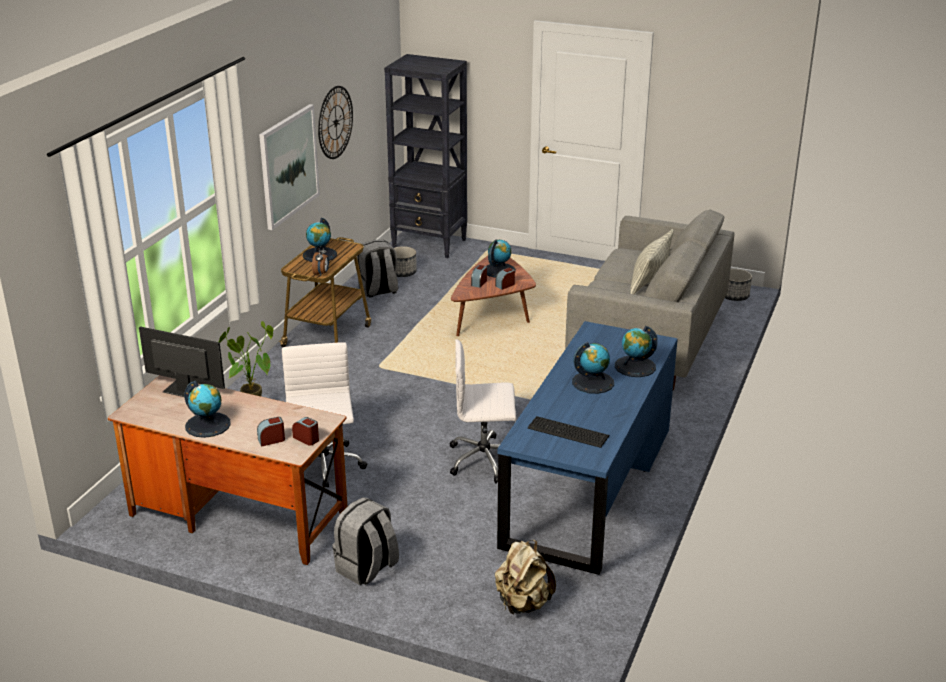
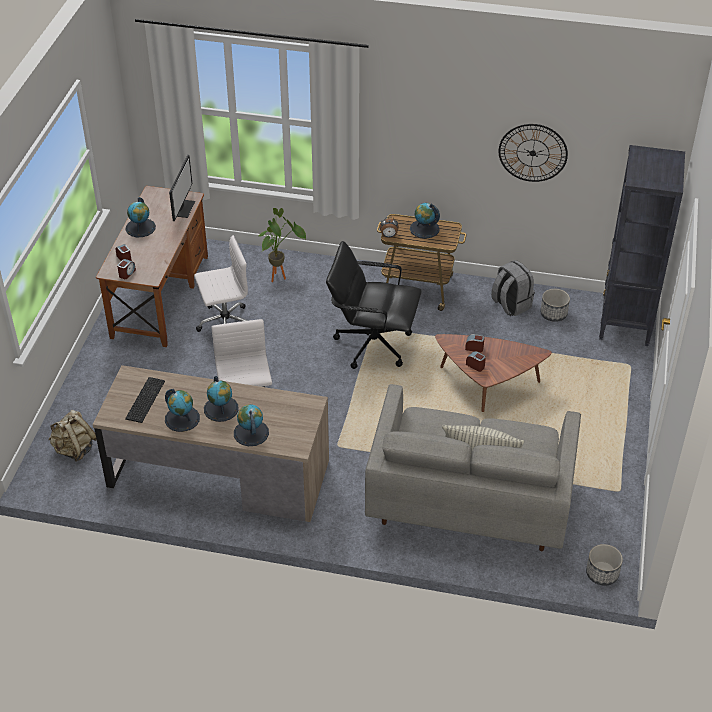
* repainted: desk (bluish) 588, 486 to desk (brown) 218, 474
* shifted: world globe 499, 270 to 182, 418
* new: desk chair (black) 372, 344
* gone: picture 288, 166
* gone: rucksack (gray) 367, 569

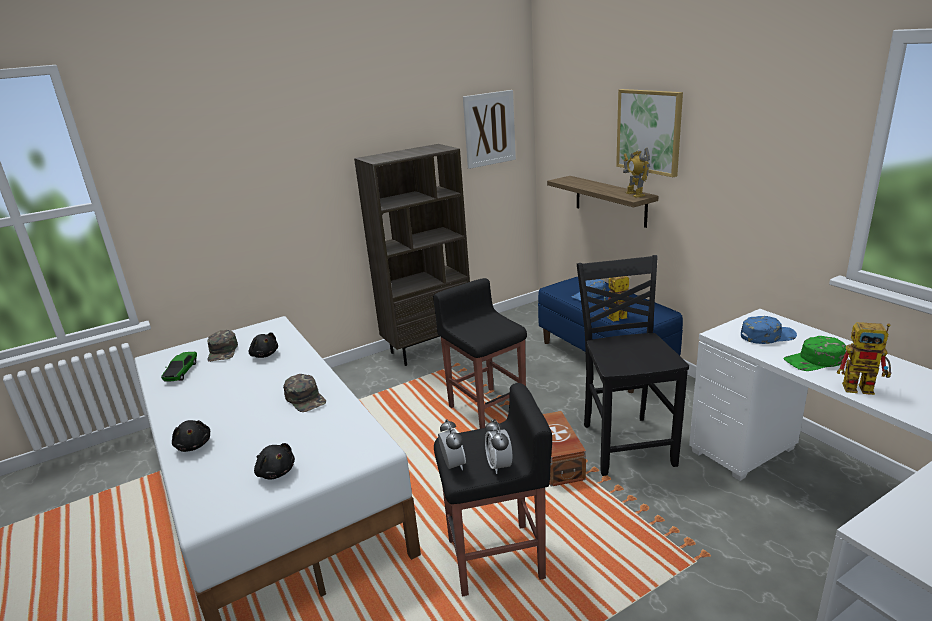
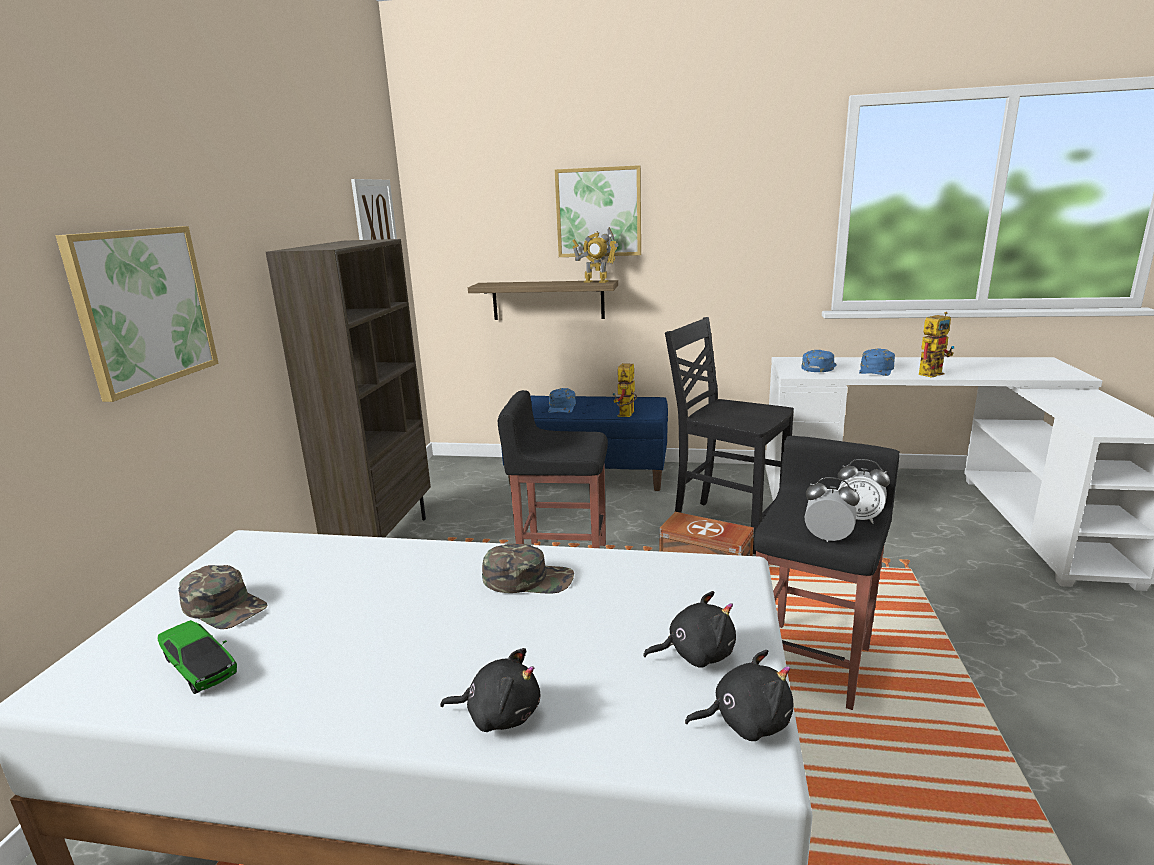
* new: picture 143, 308
* shifted: soft toy (black) 264, 354 to 745, 722
* repainted: peaked cap (greenish) 814, 360 to peaked cap (bluish) 876, 370

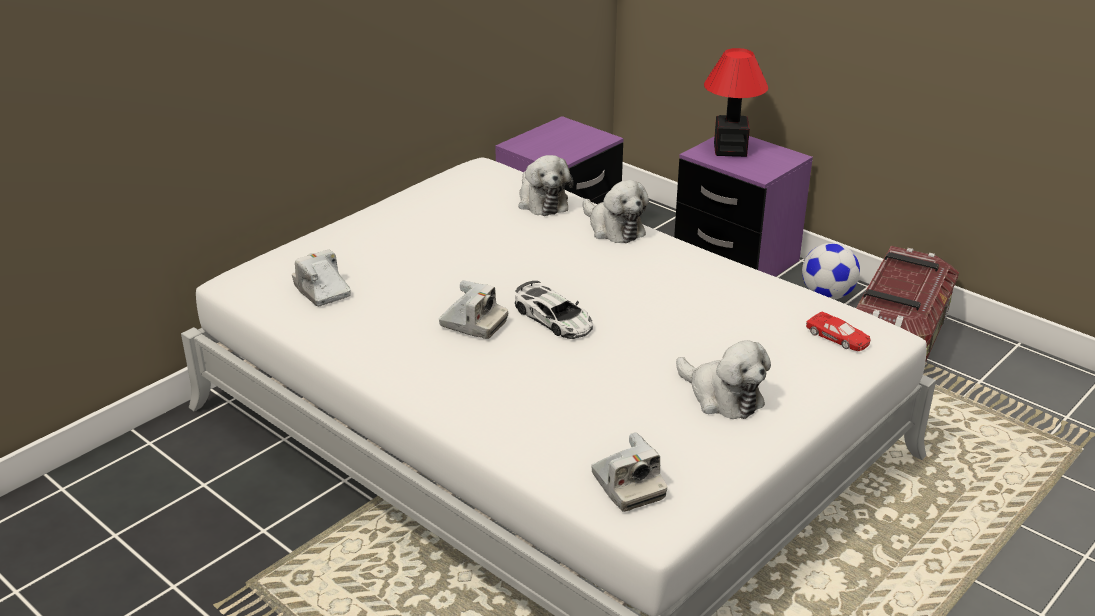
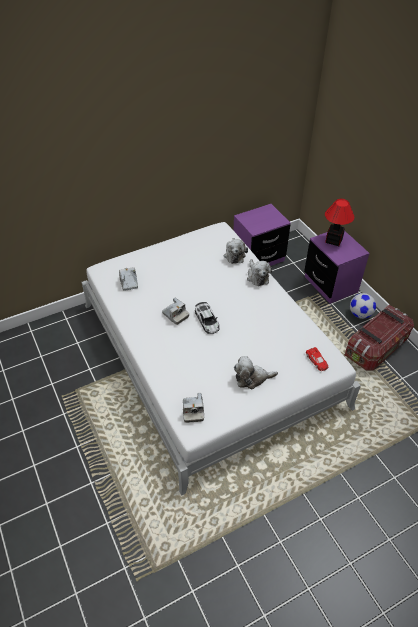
* rotated: soft toy 722, 396 = 252, 378 105 degrees clockwise

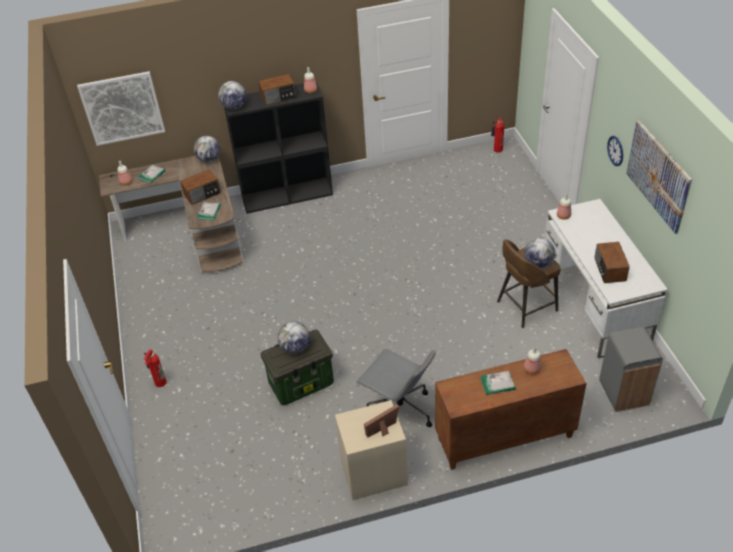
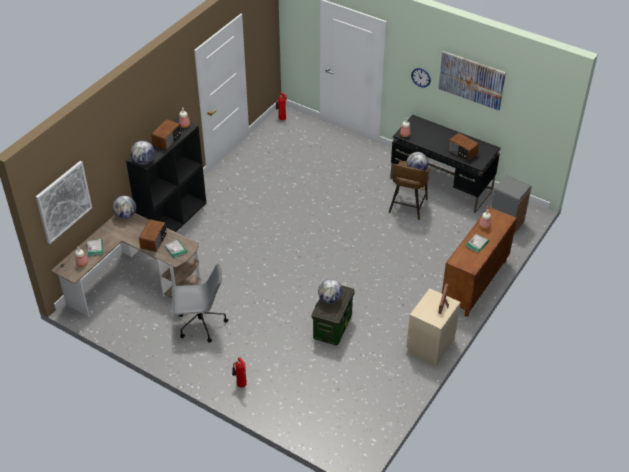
* shifted: desk chair (gray) 399, 411 to 200, 324
* repainted: desk (white) 594, 304 to desk (black) 441, 184

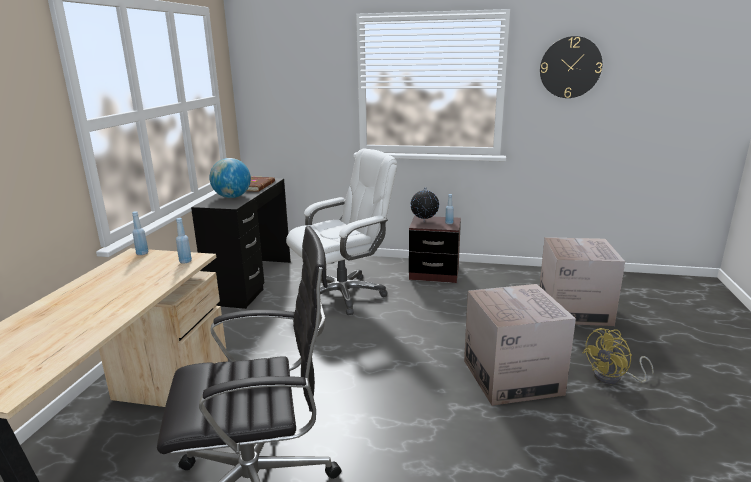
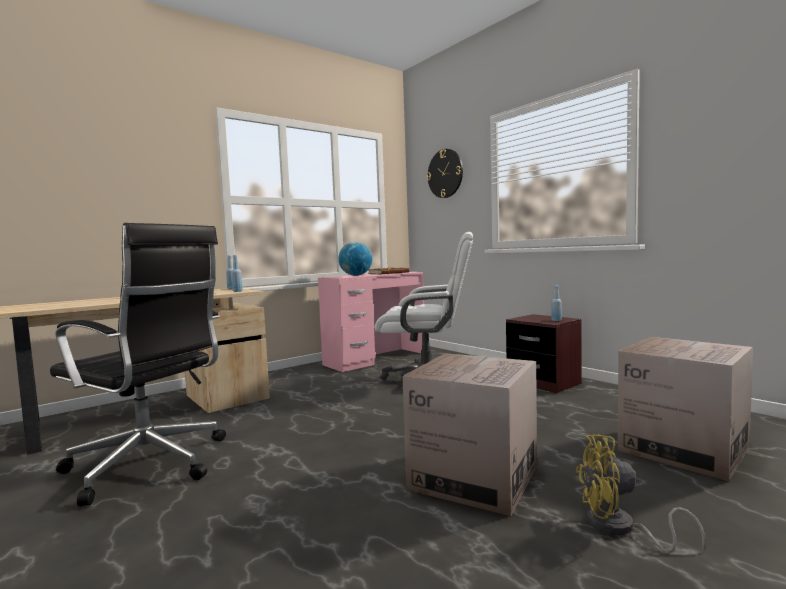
* repainted: desk (black) 251, 281 to desk (pink-coloured) 375, 359
* shifted: wall clock 570, 67 to 445, 173
* gone: world globe 424, 222

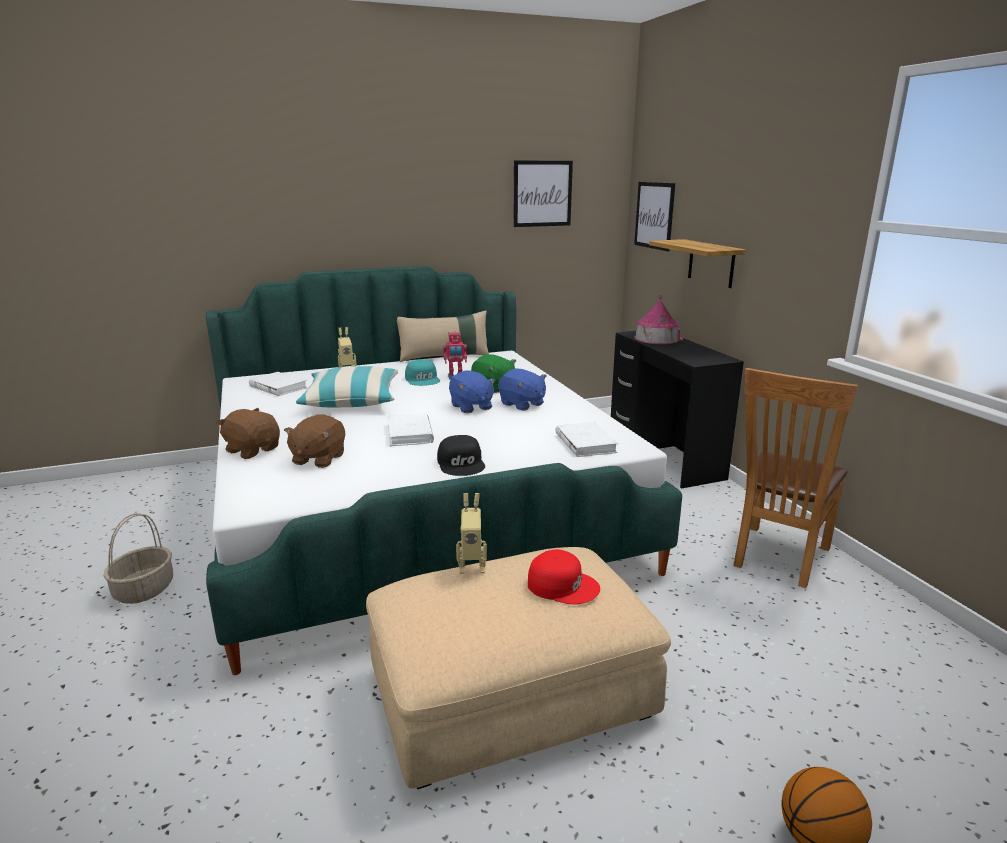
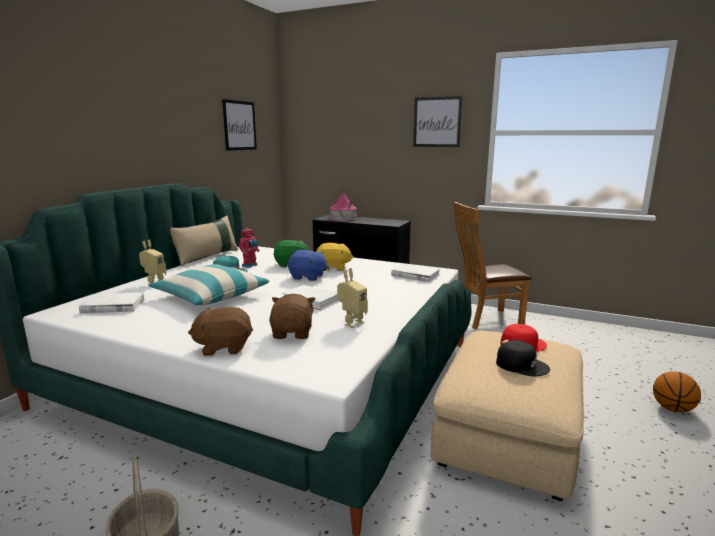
* rotated: soft toy (brown) 318, 459 = 293, 333 150 degrees counterclockwise
* repainted: soft toy (bluish) 522, 404 to soft toy (yellow-coloured) 333, 268
* shifted: toy robot 472, 566 to 351, 323
* shifted: picture 654, 215 to 437, 122
* rotated: chair (brown) 777, 558 = 485, 319 90 degrees clockwise
* shifted: peaked cap (black) 462, 463 to 521, 365
* gone: wall shelf 711, 263

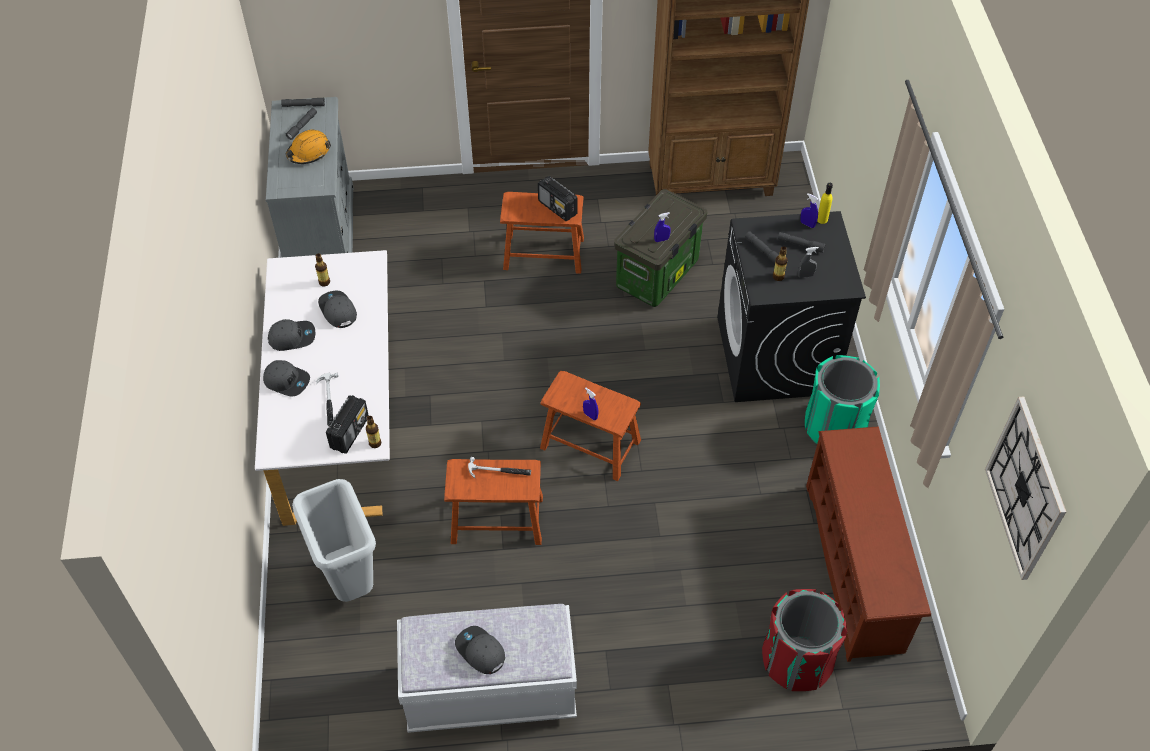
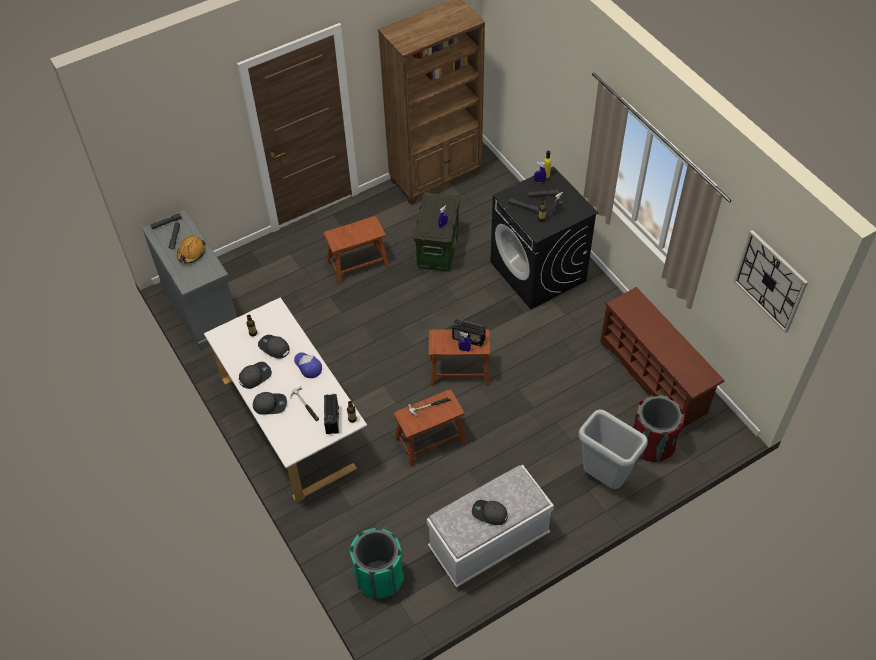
* new: peaked cap 308, 366
* shifted: waste bin (greenish) 834, 427 to 379, 577
* shifted: radio 558, 208 to 469, 338
* shifted: waste bin (gray) 349, 582 to 603, 478

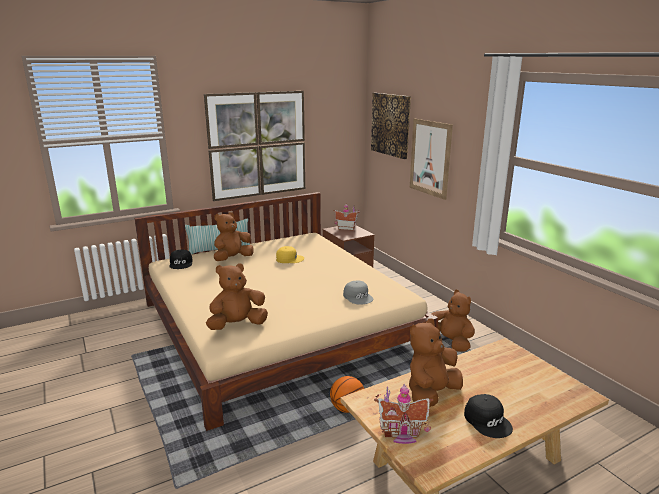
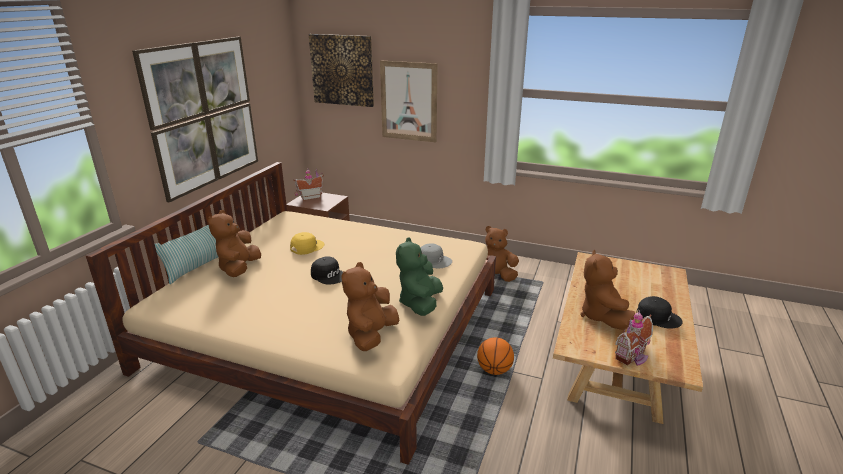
* shifted: peaked cap (black) 181, 263 to 329, 275
* new: soft toy (greenish) 420, 303

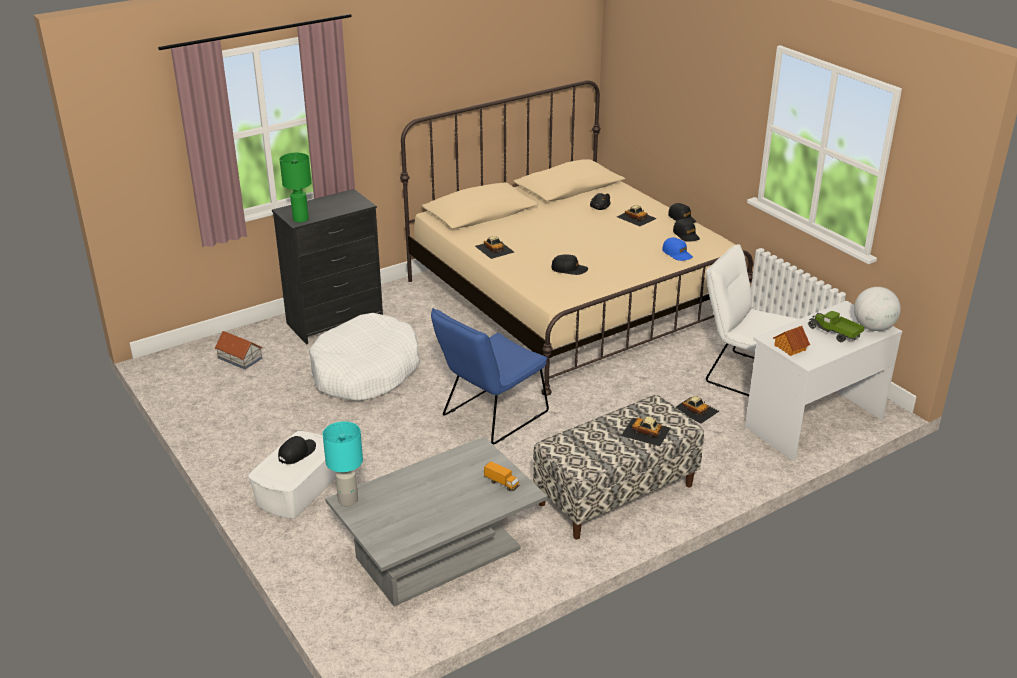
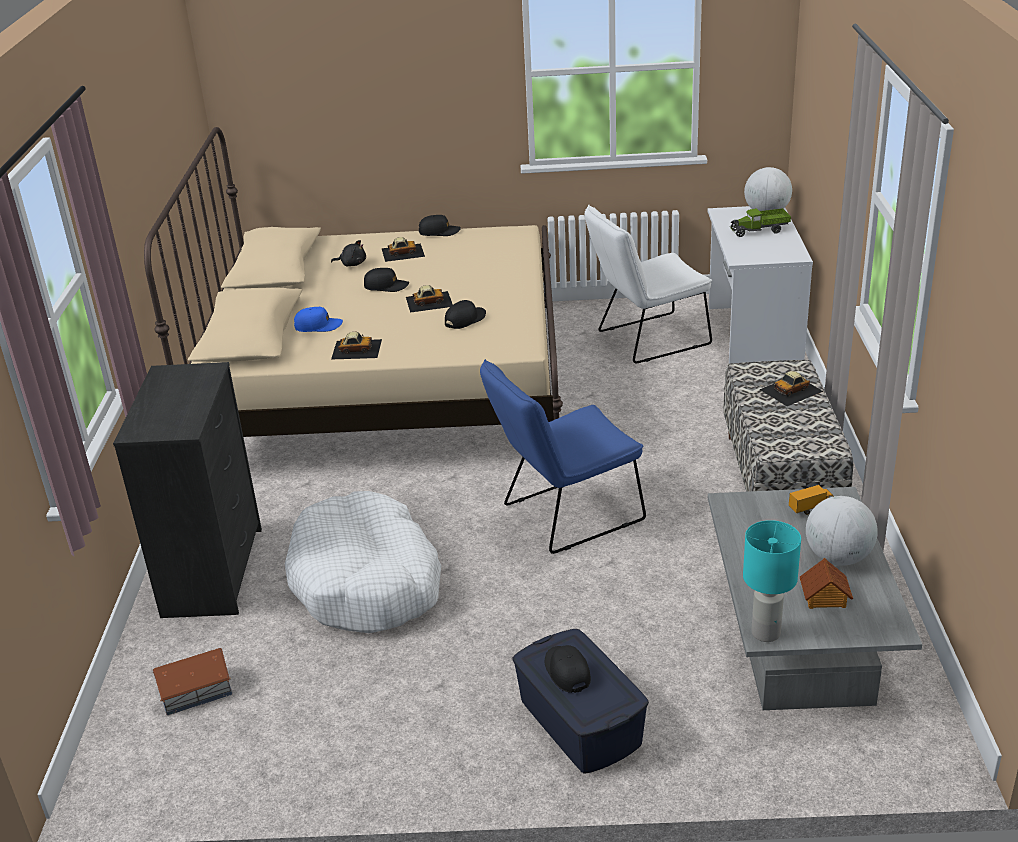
* shifted: peaked cap (bluish) 677, 254 to 318, 326
* shifted: peaked cap (black) 686, 235 to 386, 286
* shifted: toy car 695, 409 to 429, 301
* rotated: chair (bluish) 490, 416 = 565, 515 75 degrees clockwise
* repainted: storage bin (white) 297, 490 to storage bin (bluish) 579, 722
* shifted: miniature house 789, 348 to 824, 597
* new: world globe 838, 558
* gone: lamp for a table (greenish) 300, 219

